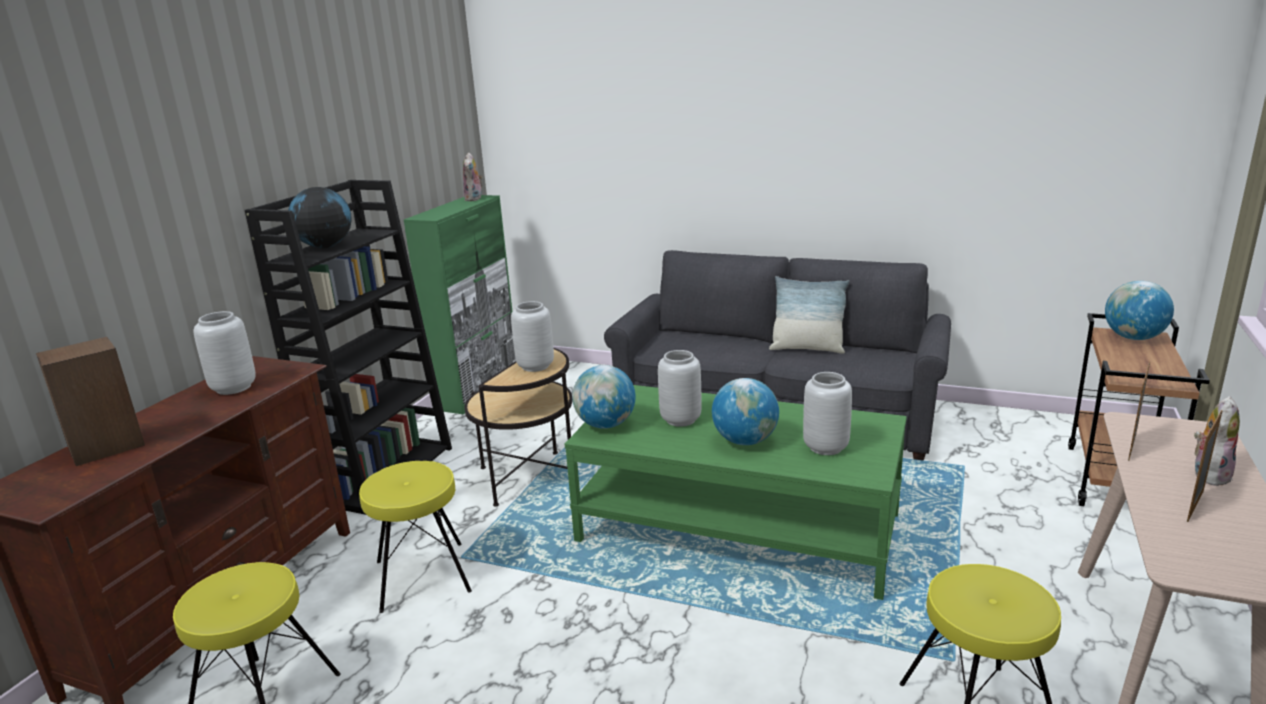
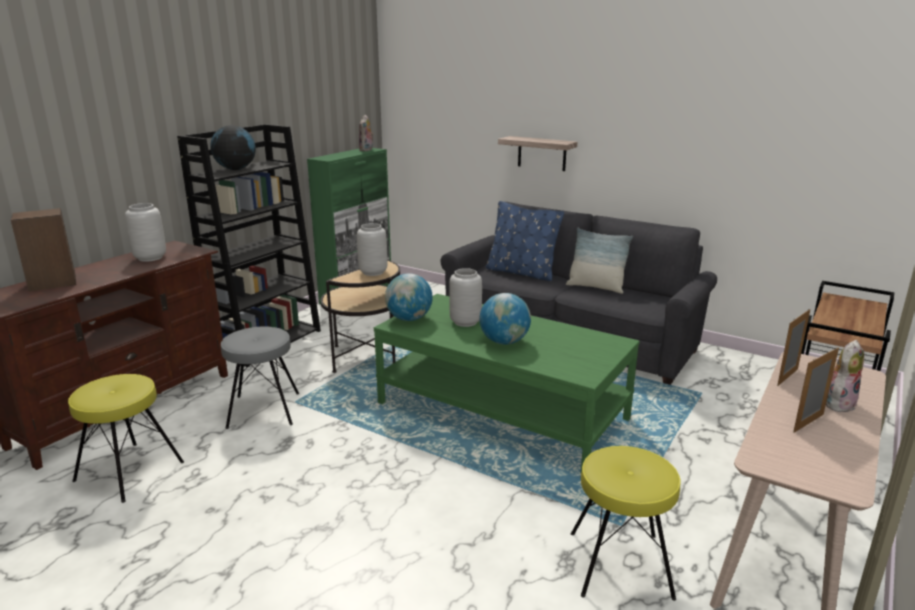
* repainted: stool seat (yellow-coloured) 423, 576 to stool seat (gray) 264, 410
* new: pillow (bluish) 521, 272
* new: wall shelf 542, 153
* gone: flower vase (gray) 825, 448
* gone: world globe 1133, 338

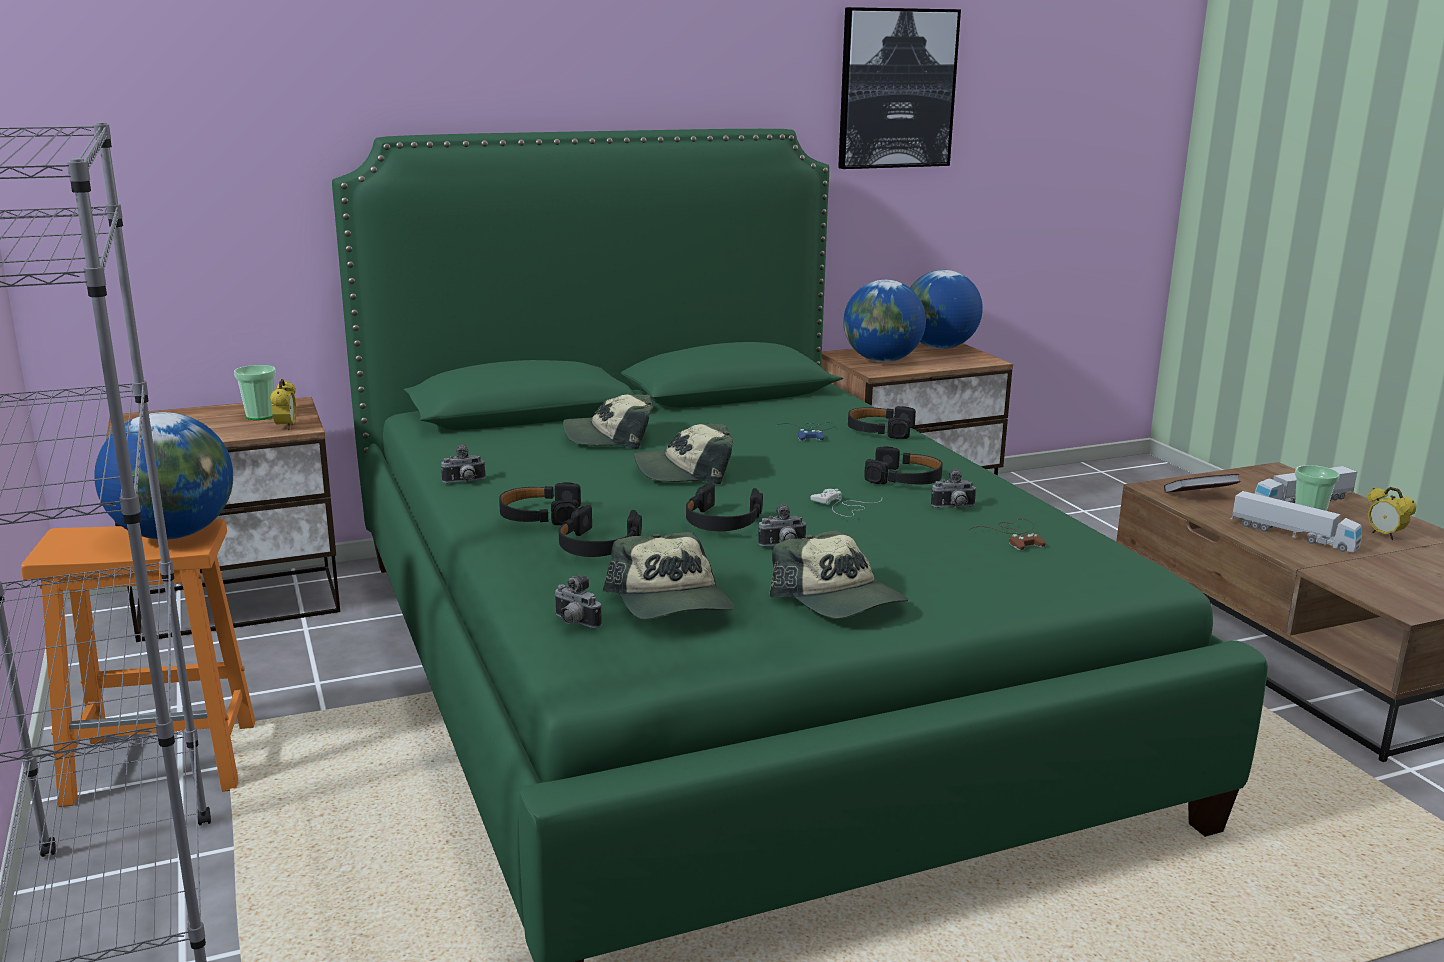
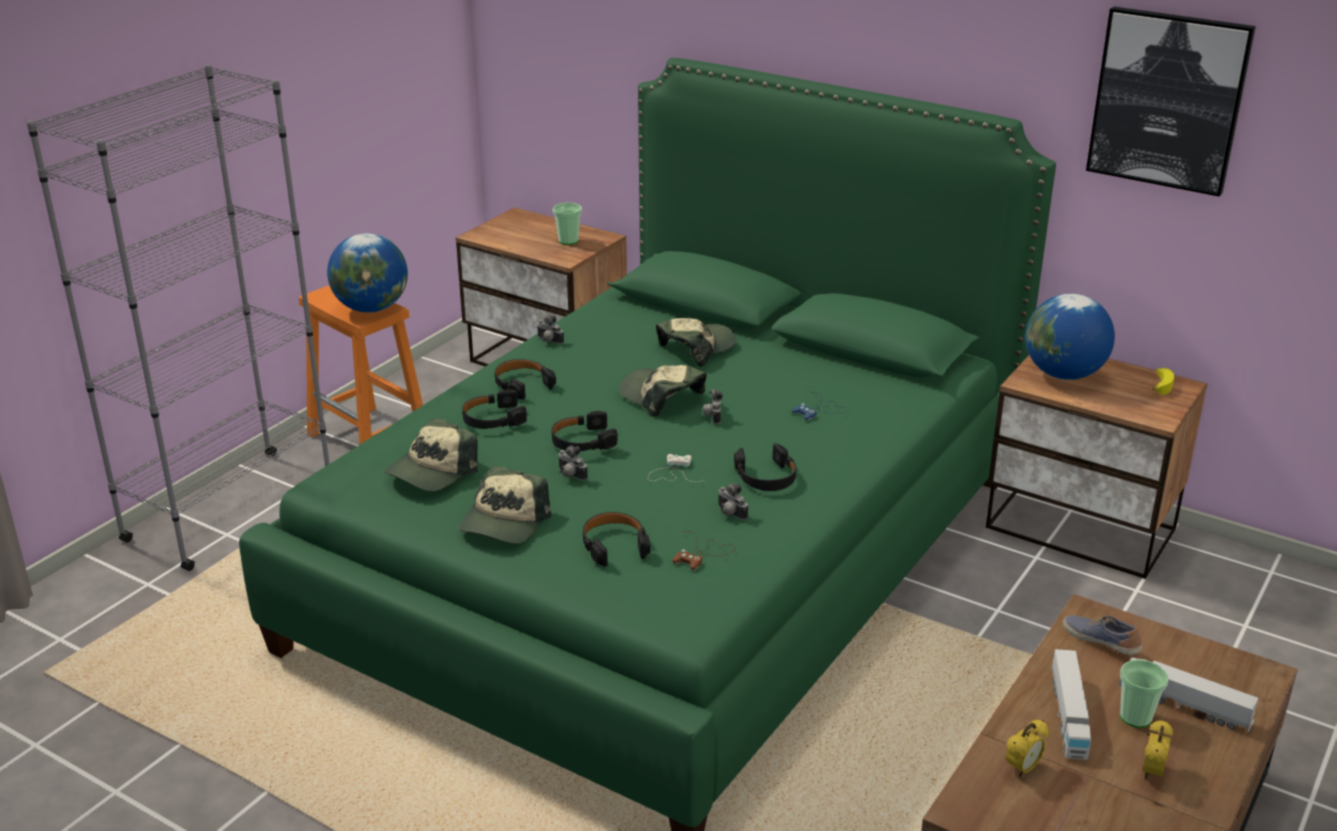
* shifted: headset (black) 879, 430 to 614, 545
* rotated: peaked cap 610, 437 = 696, 348 90 degrees clockwise
* shifted: still camera 574, 623 to 712, 416
* shifted: alarm clock 286, 427 to 1023, 769
* swapped: book 1199, 496 to low shoe 1101, 642
* swapped: world globe 939, 347 to whole banana 1160, 385

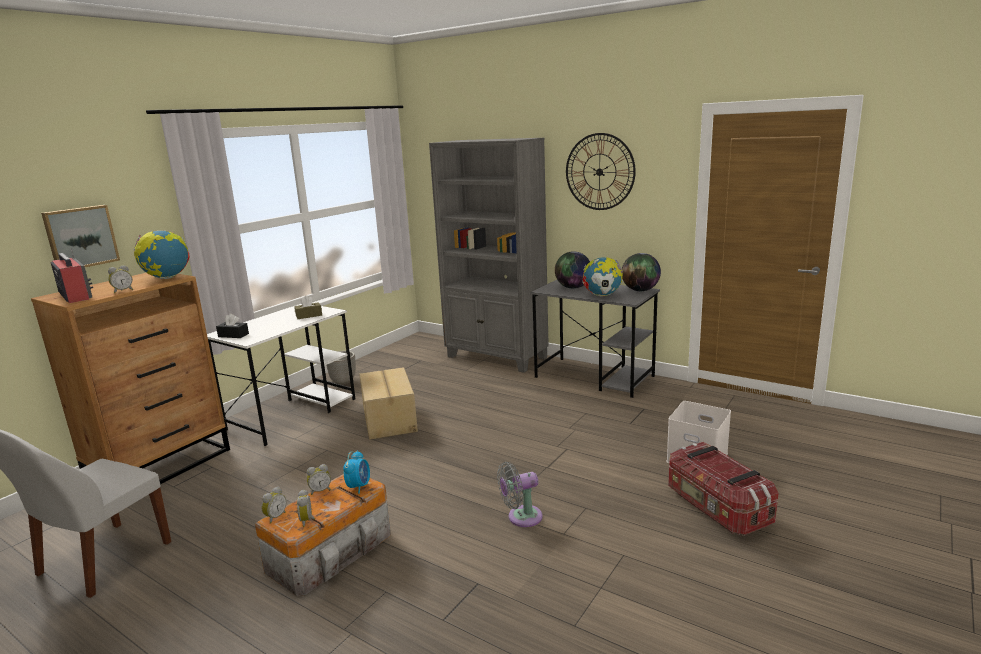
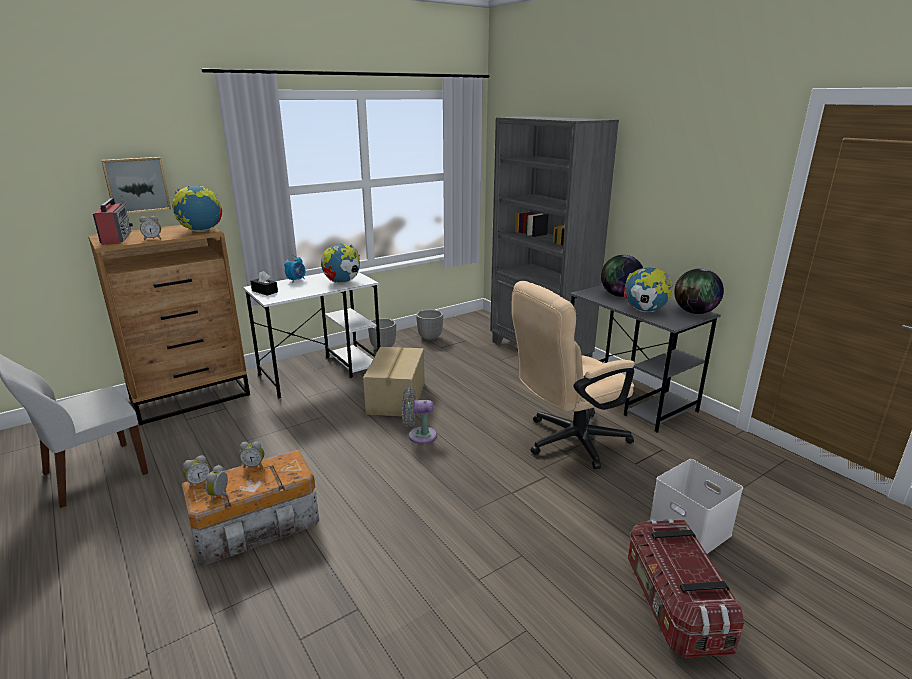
* shifted: alarm clock 359, 486 to 296, 280
* swapped: tissue holder (brown) 309, 315 to world globe 342, 282
* shifted: fan (gray) 521, 517 to 419, 435
* new: flower pot 430, 338
* new: desk chair (beige) 567, 442
* gone: wall clock 599, 172

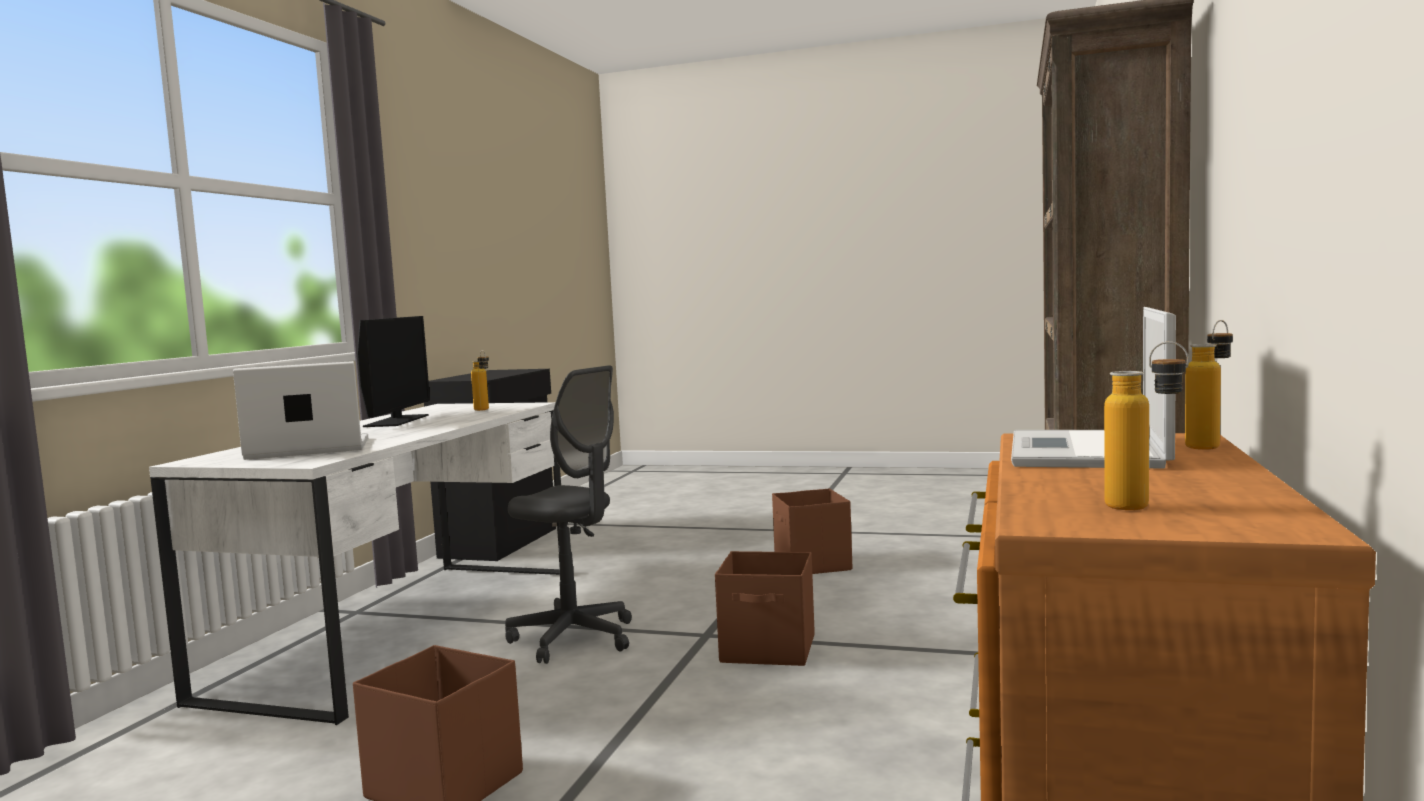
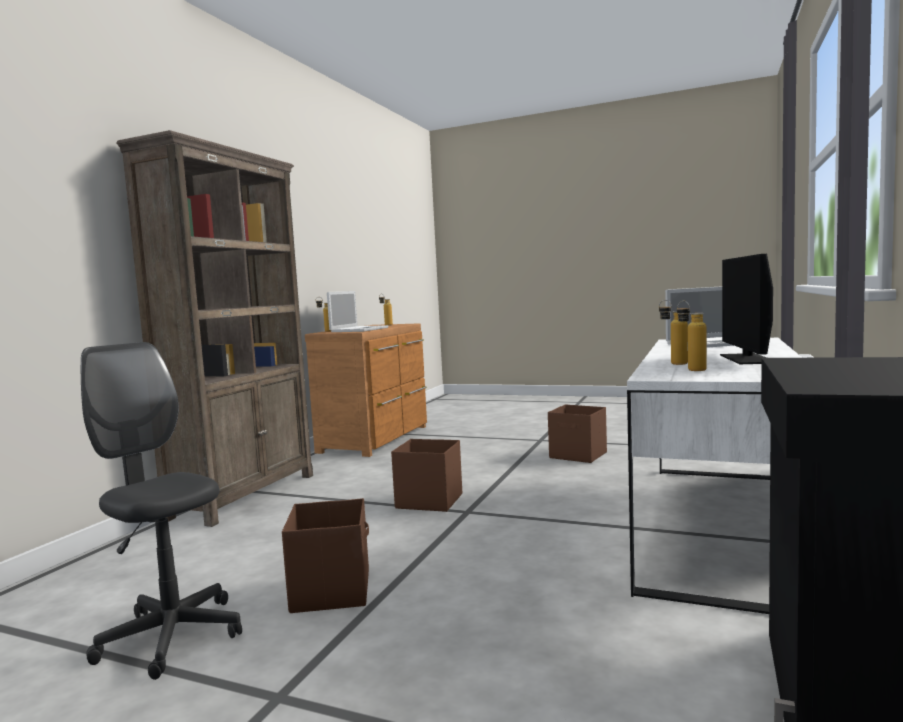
* shifted: desk chair (gray) 573, 639 to 171, 636
* new: drink bottle 673, 363

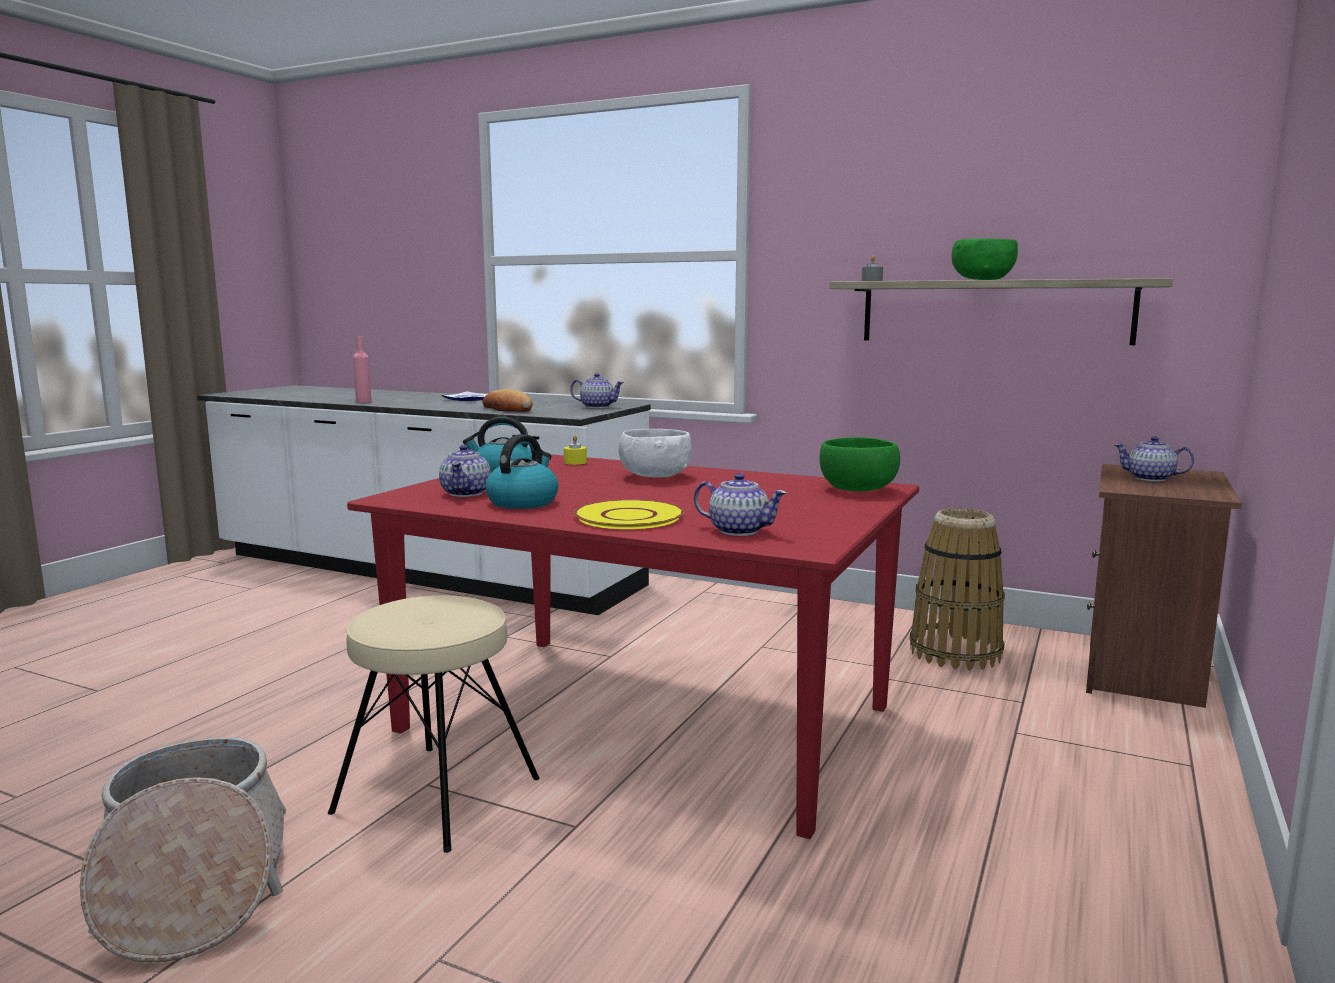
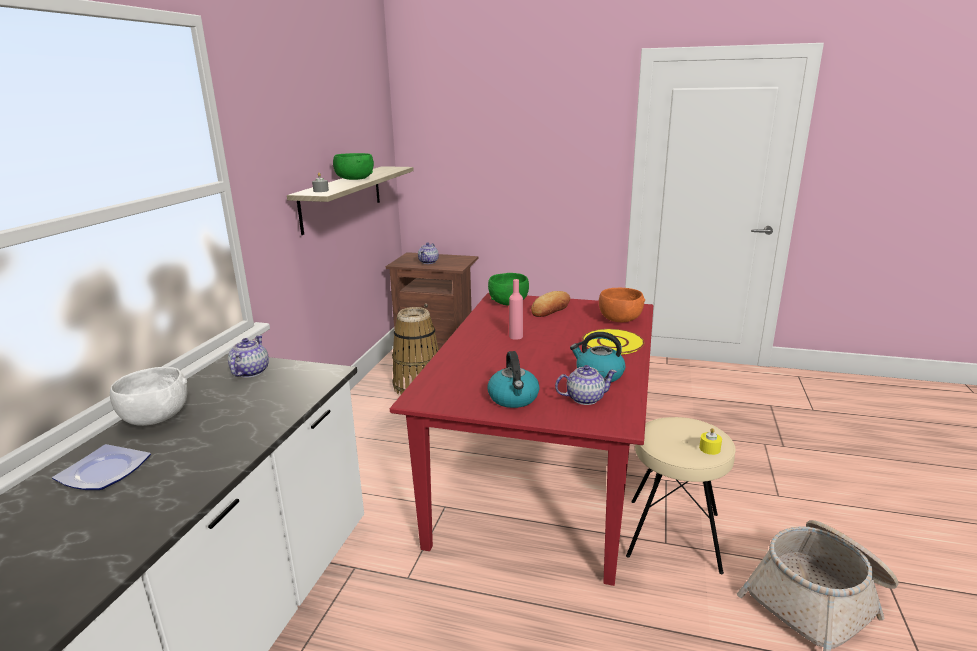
* shifted: serving bowl (white) 654, 476 to 155, 418
* shifted: drink bottle (pink-coloured) 363, 401 to 516, 336
* shifted: bread 507, 409 to 551, 308
* swapped: pot for tea 738, 530 to serving bowl (orange-coloured) 619, 320
* shifted: wax light (yellow-coloured) 575, 462 to 709, 449

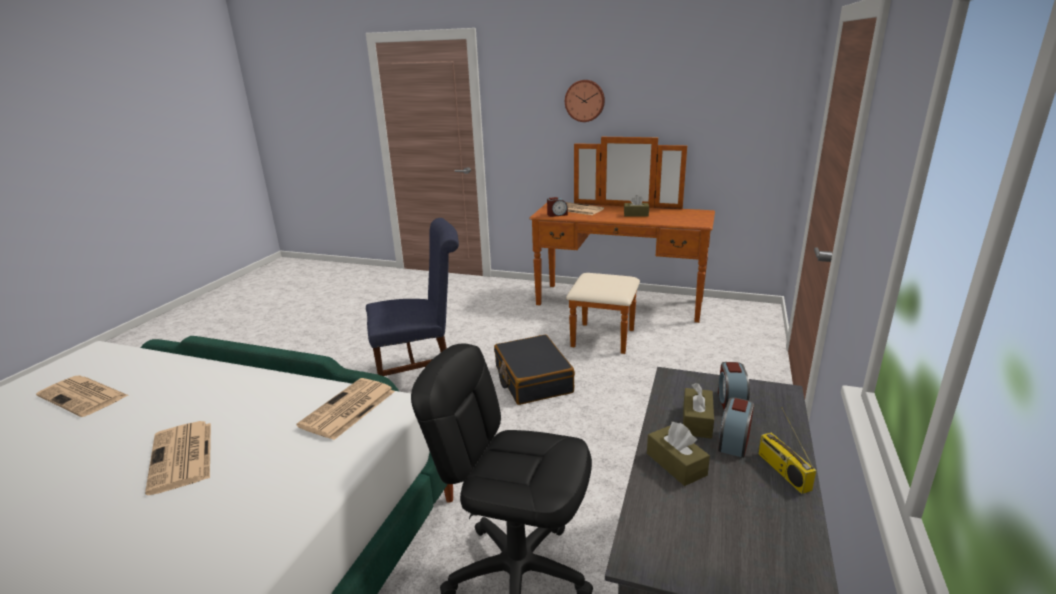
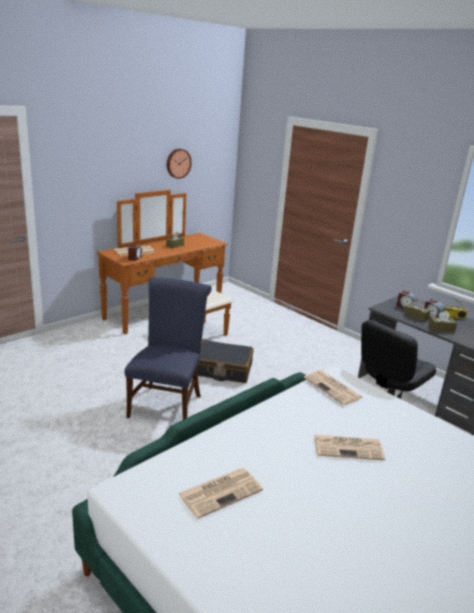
* shifted: wall clock 585, 100 to 178, 163

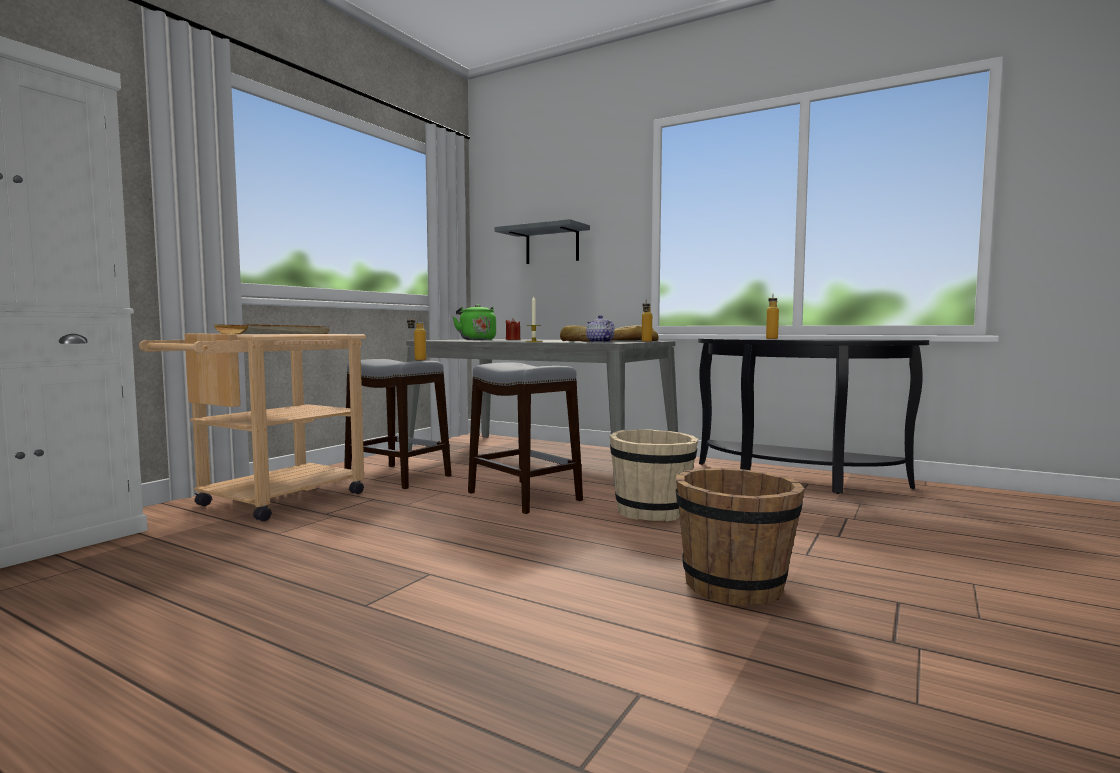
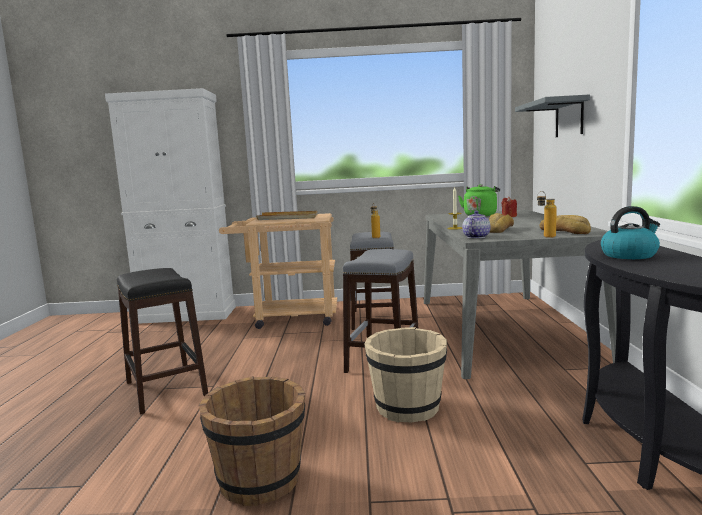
* new: stool seat (black) 166, 388
* swapped: drink bottle 771, 339 to tea kettle 629, 255

